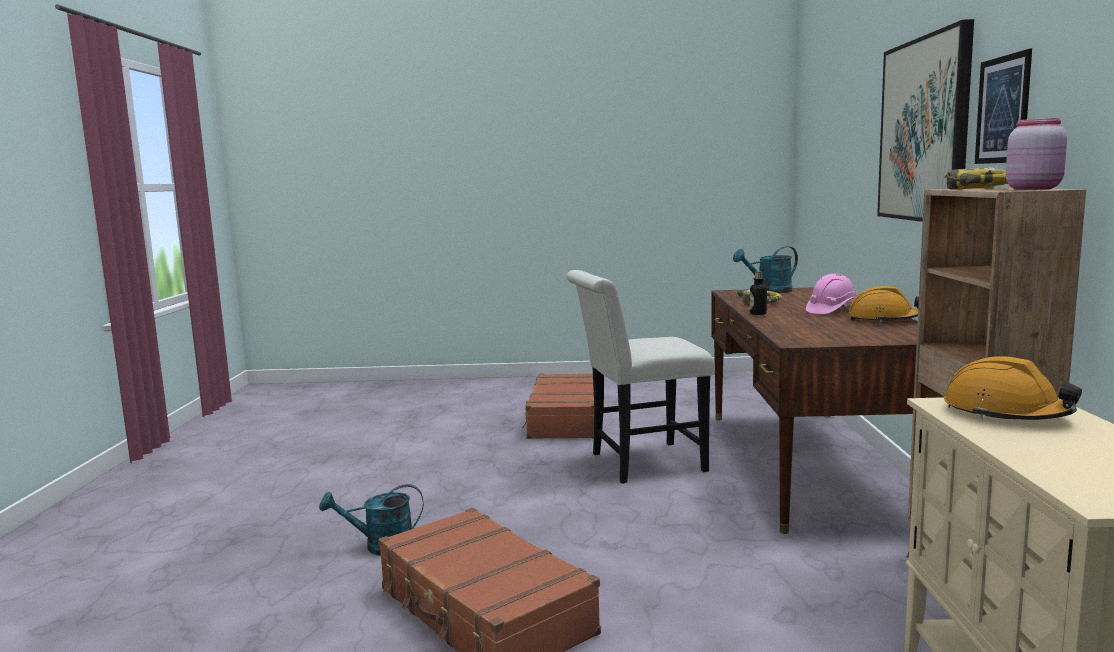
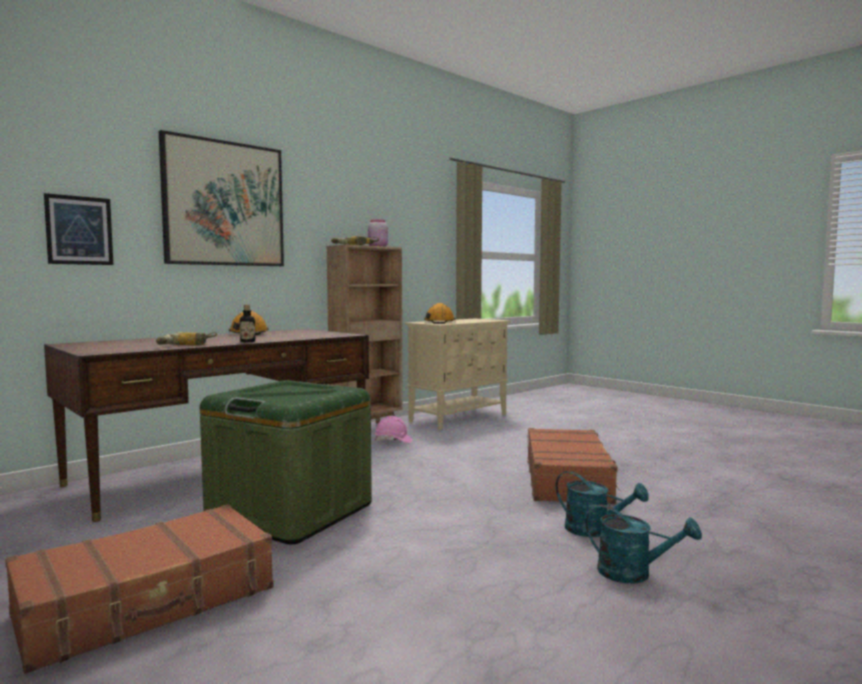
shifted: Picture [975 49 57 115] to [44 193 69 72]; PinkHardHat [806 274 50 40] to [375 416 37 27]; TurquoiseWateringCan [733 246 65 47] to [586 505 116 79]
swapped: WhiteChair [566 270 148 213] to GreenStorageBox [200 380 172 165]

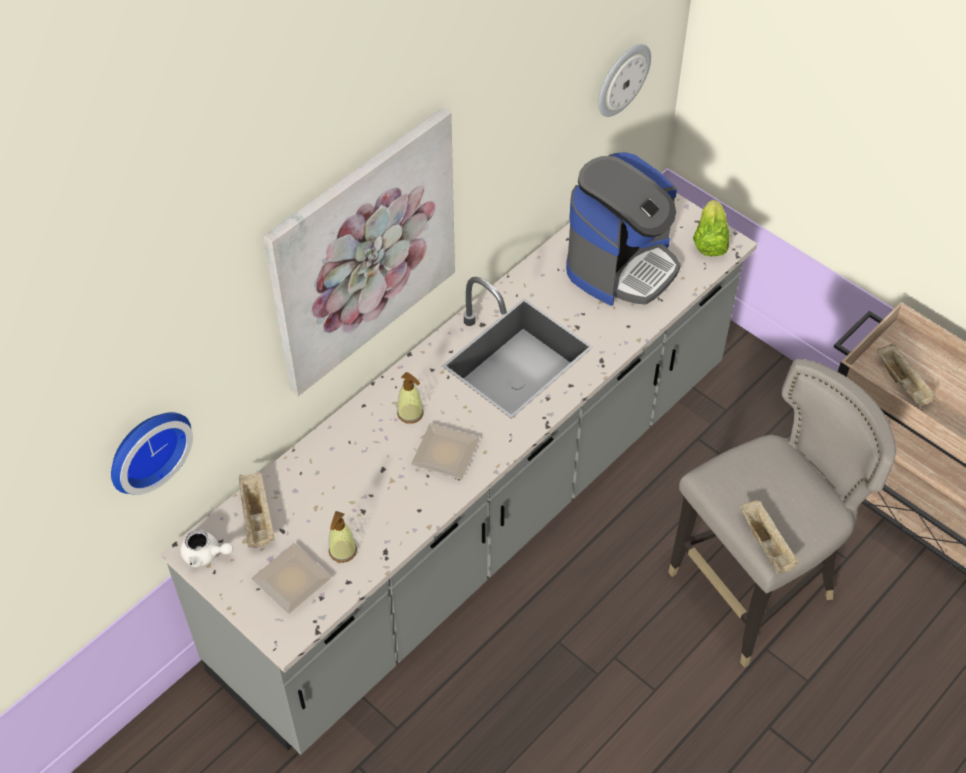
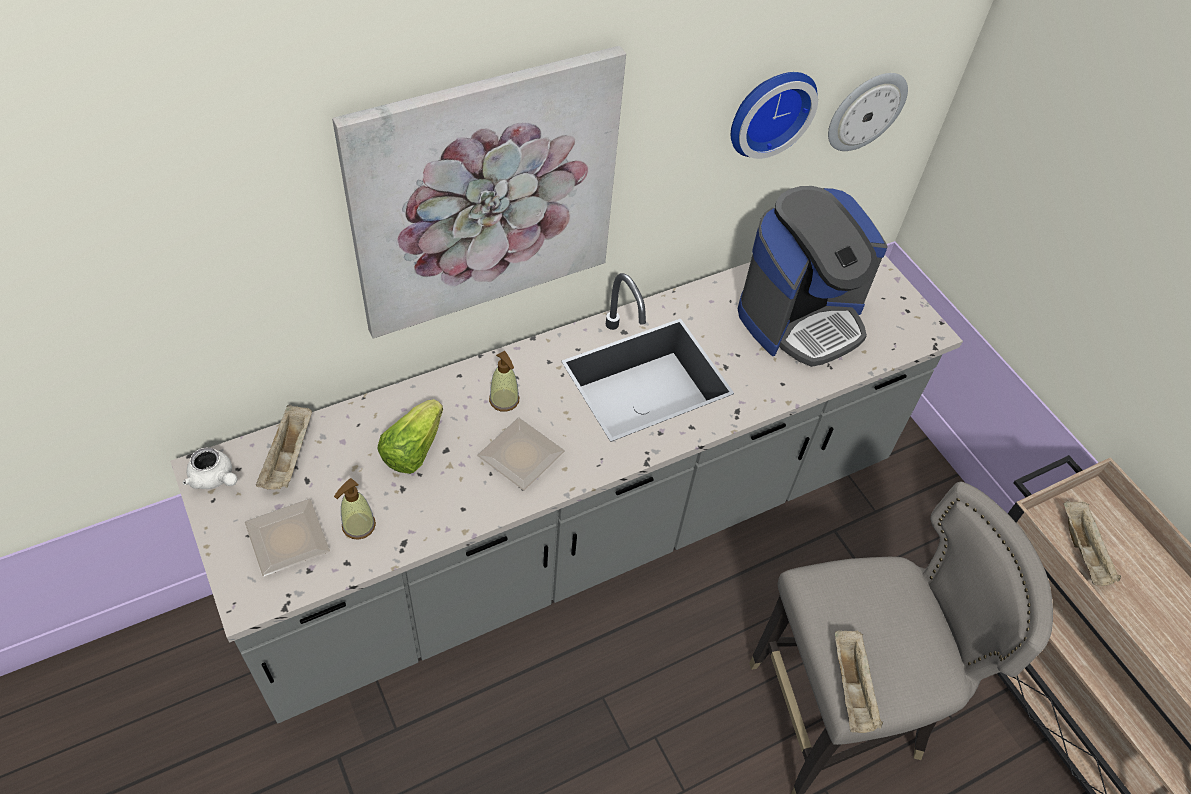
shifted: Lettuce [693 200 37 56] to [377 399 66 75]; WallClock [111 412 82 83] to [731 72 87 87]

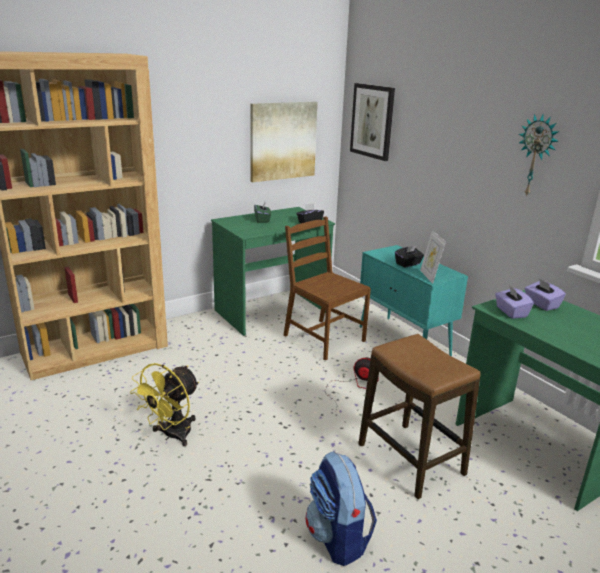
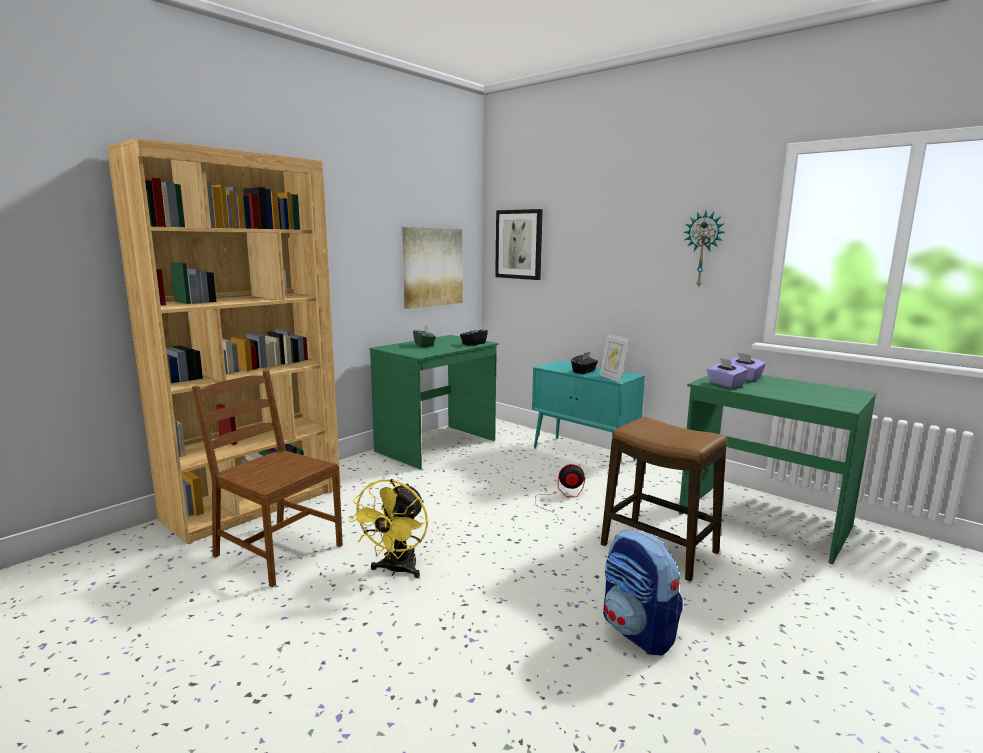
shifted: BrownChair [283 216 88 144] to [192 371 151 216]

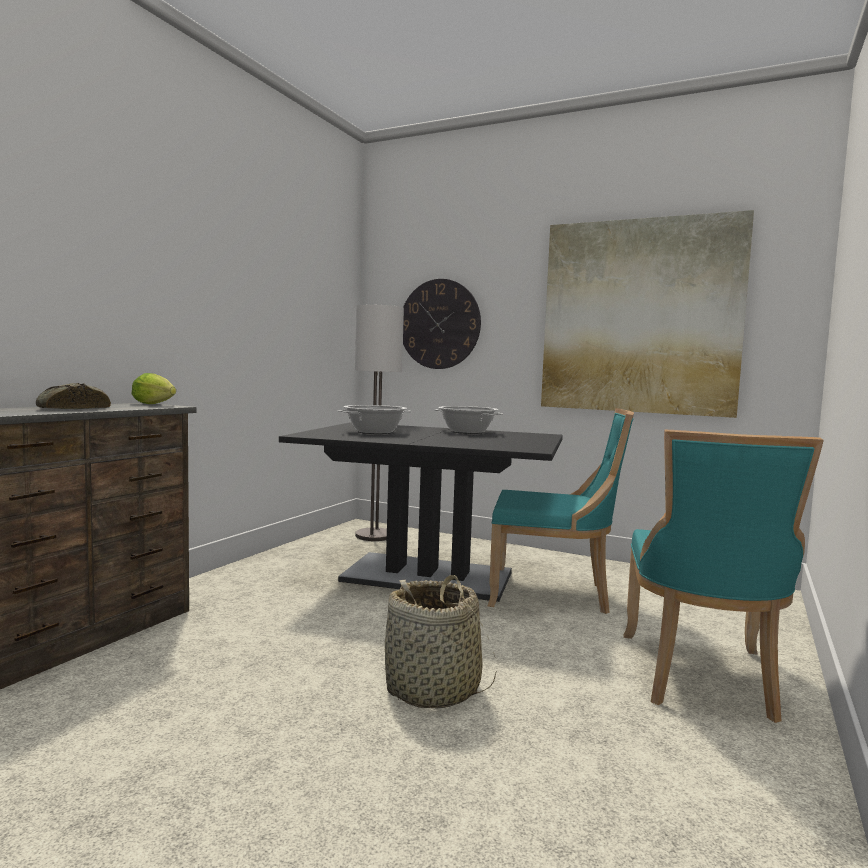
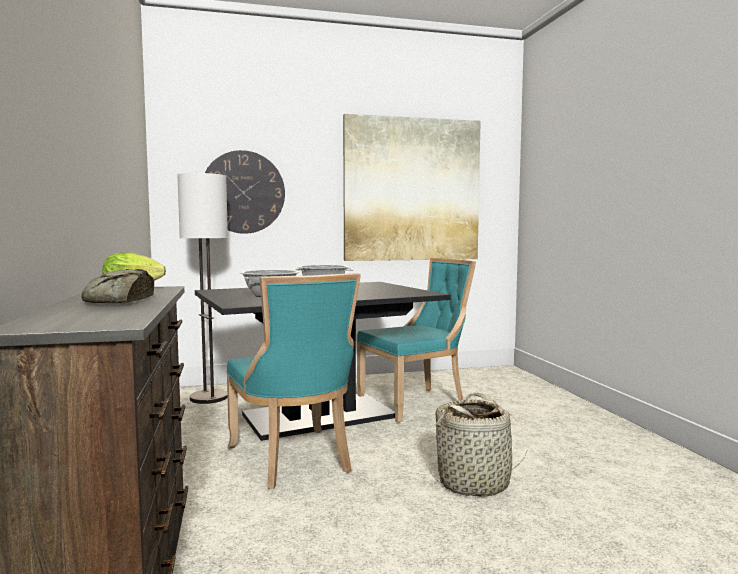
shifted: TurquoiseChair [623 430 201 293] to [227 273 134 216]

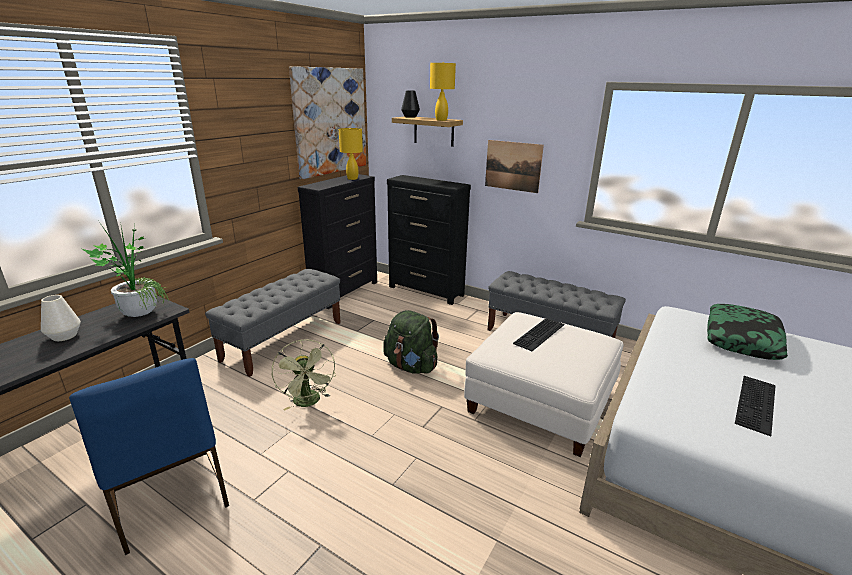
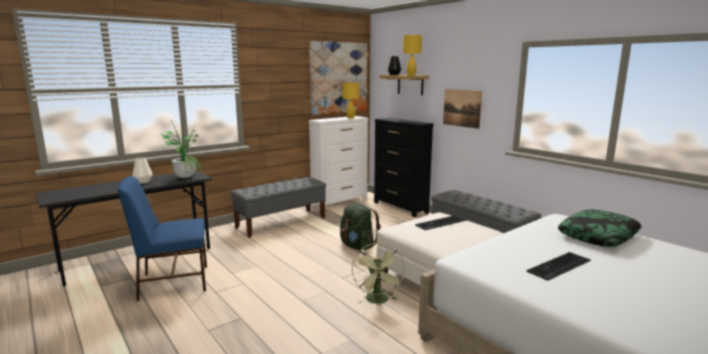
shifted: GreenFan [272 339 64 71] to [352 243 52 61]
repainted: BlackDresser [298 174 79 135] to WhiteDresser [309 116 59 93]
rotated: BlueChair [69 358 160 197] = [117 176 90 125] 90 degrees clockwise

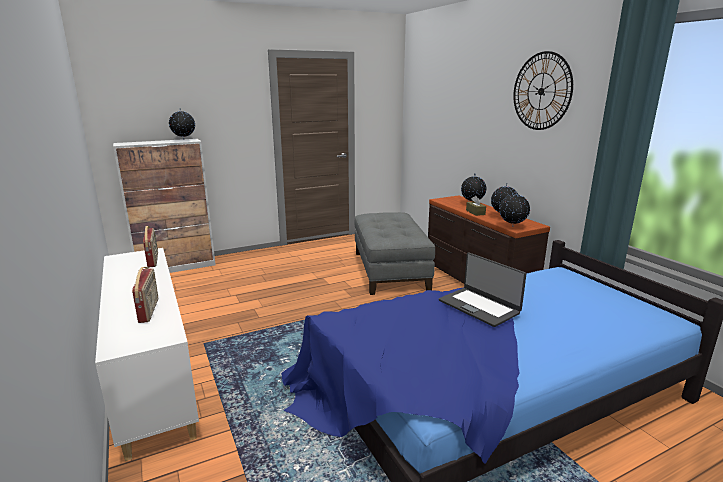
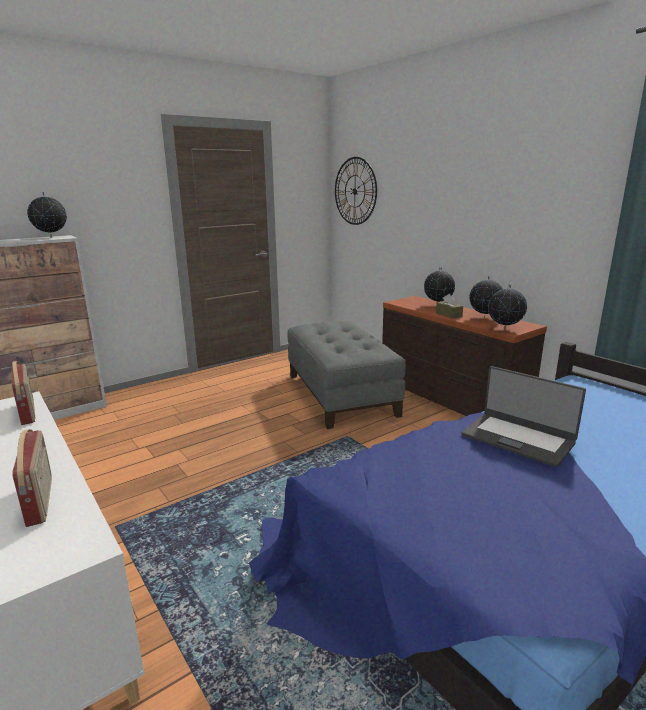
shifted: WallClock [513 51 60 79] to [335 157 42 68]

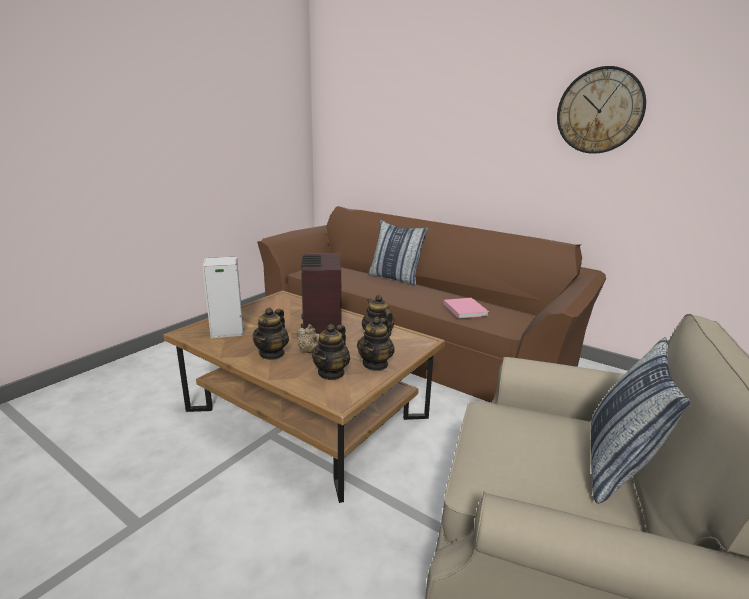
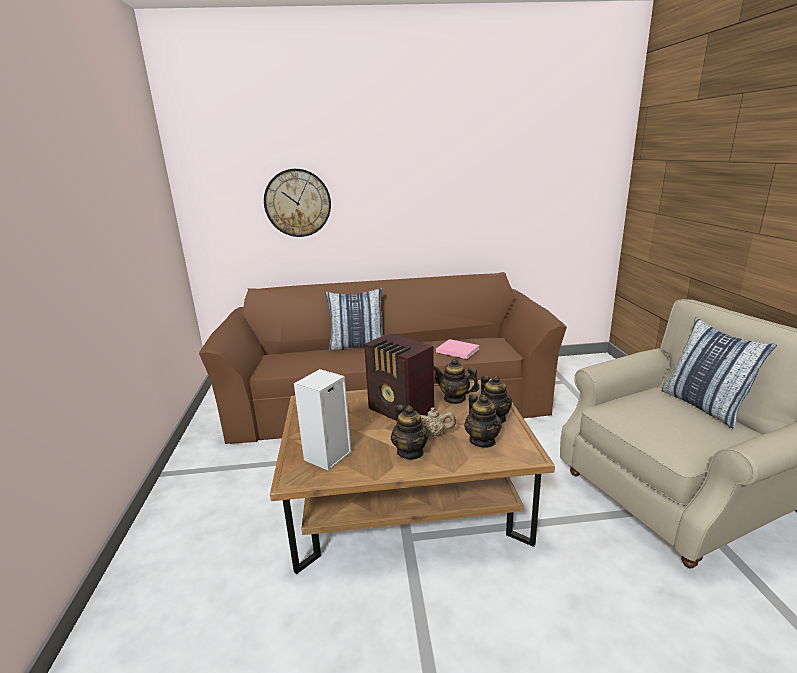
shifted: WallClock [557 66 89 88] to [264 169 67 68]

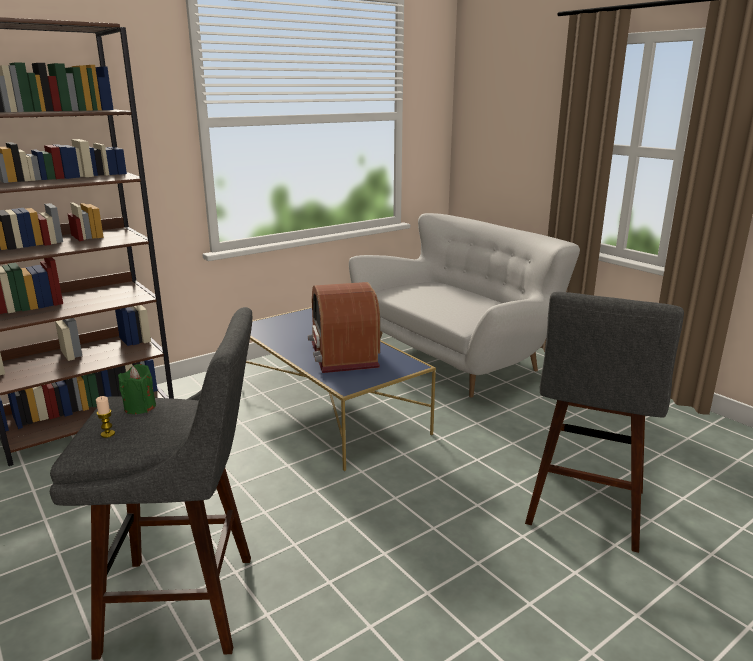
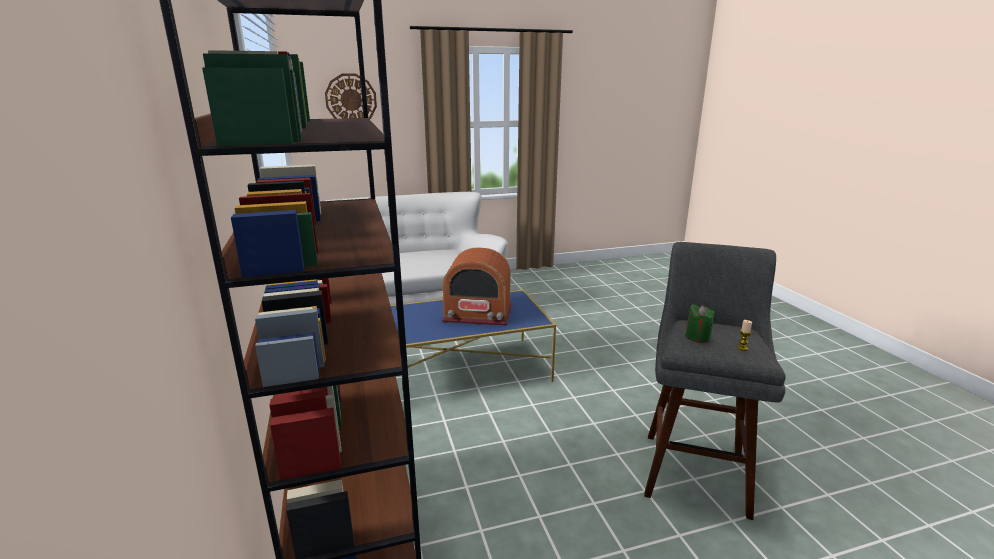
gone: GreyStool [525 292 159 261]
new: WallClock [325 74 52 45]

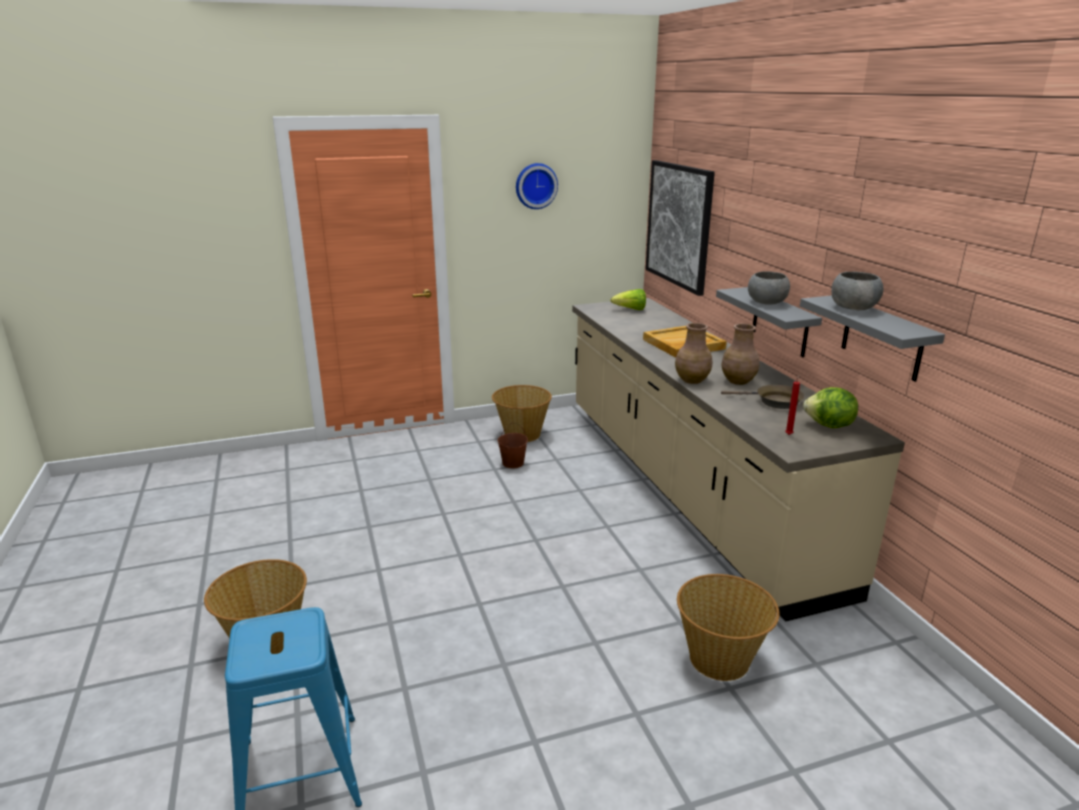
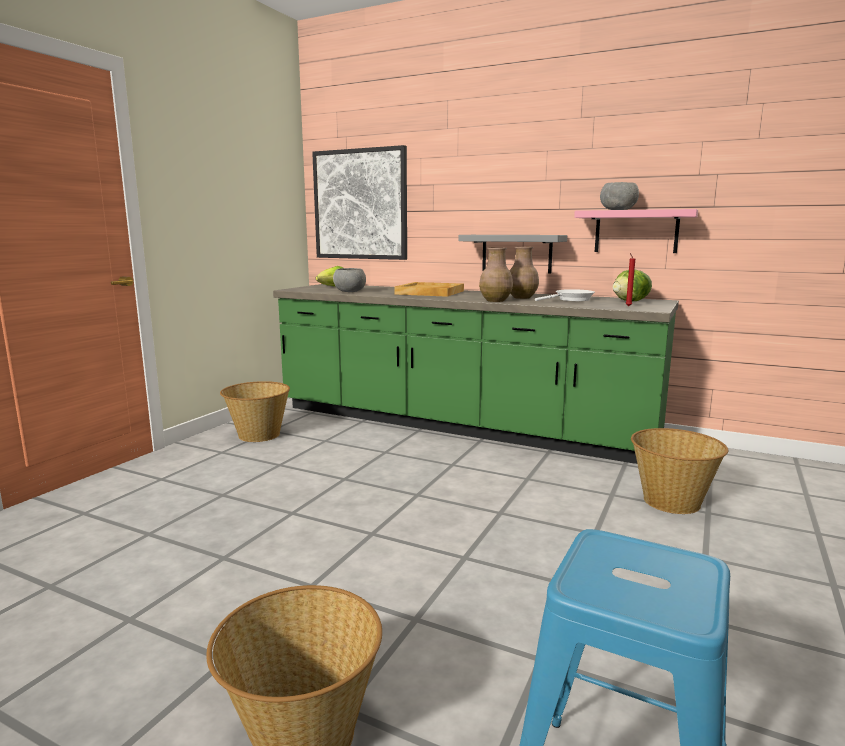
gone: BrownBucket [498 423 30 45]; WallClock [516 163 42 46]
shifted: GreyBowl [748 271 42 34] to [333 268 33 24]
repainted: BeigeCounter [572 298 333 324] to GreenCounter [273 284 406 180]; BrownFryingPan [721 385 84 24] to WhiteFryingPan [535 289 60 12]; GreyShelf [800 295 145 87] to PinkShelf [574 209 124 44]

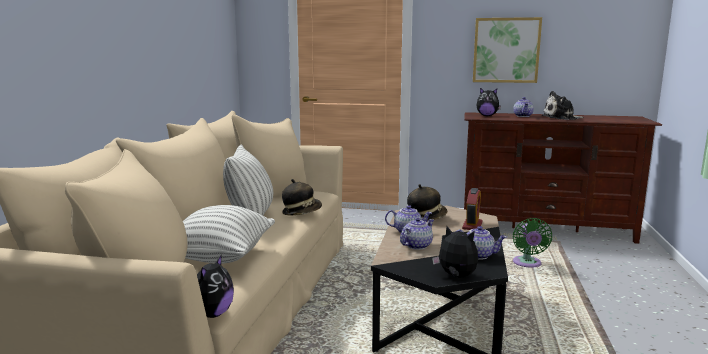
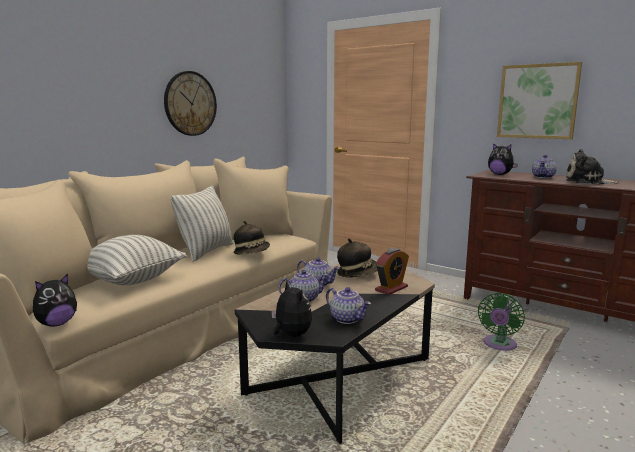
new: WallClock [164 71 53 65]

